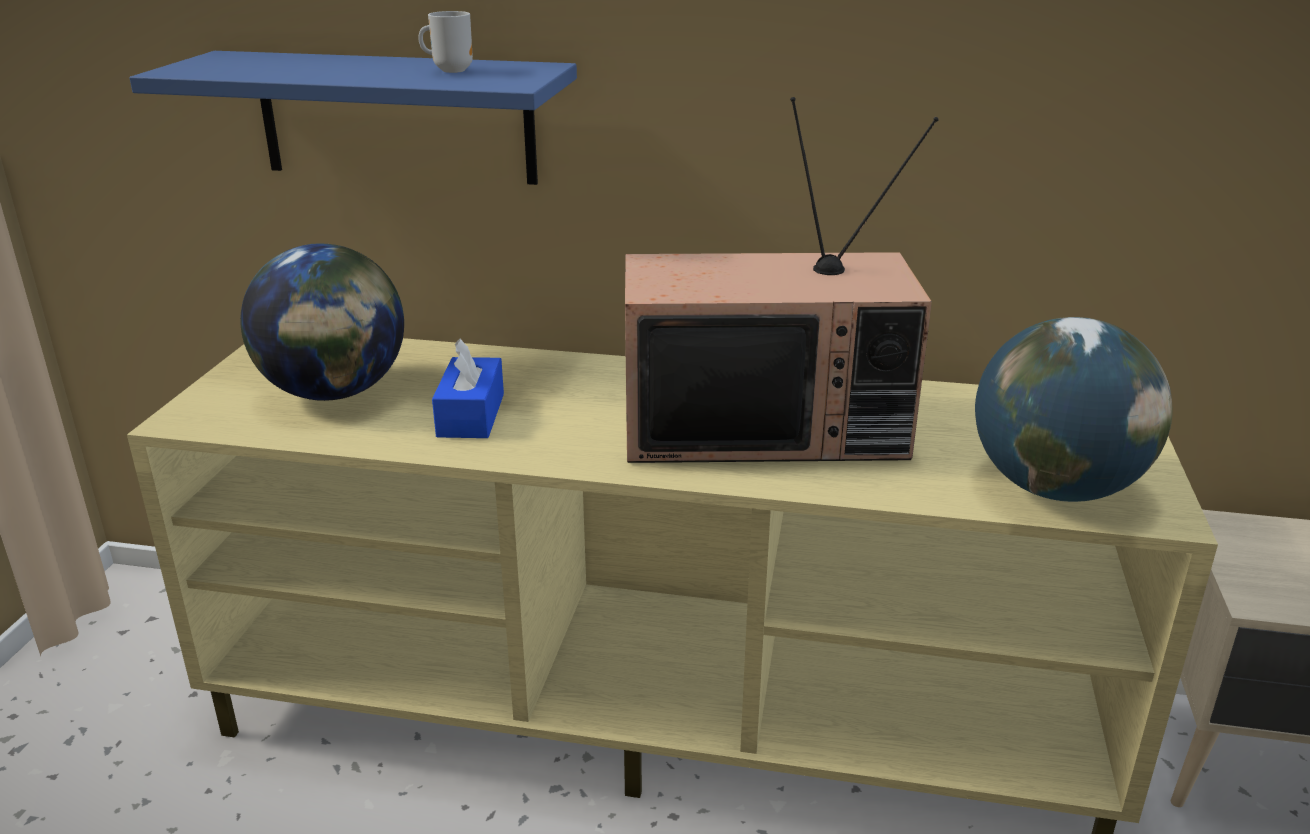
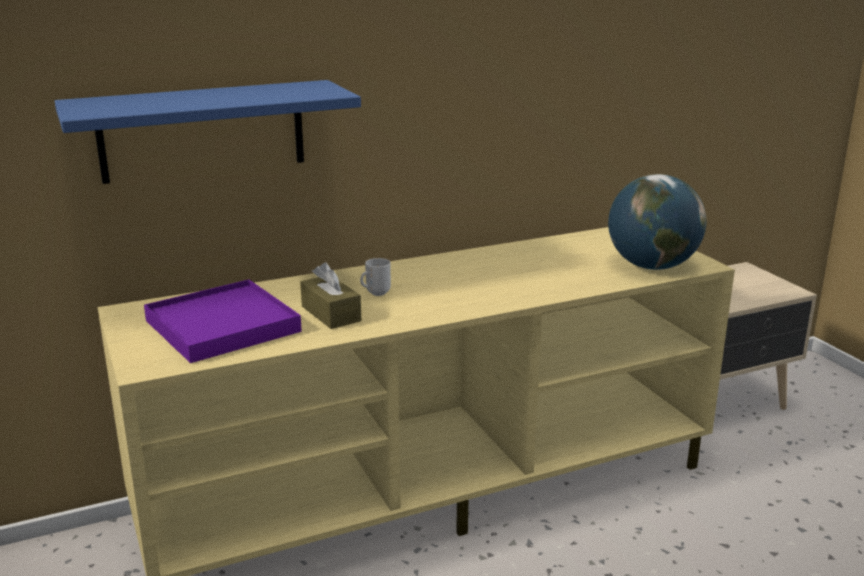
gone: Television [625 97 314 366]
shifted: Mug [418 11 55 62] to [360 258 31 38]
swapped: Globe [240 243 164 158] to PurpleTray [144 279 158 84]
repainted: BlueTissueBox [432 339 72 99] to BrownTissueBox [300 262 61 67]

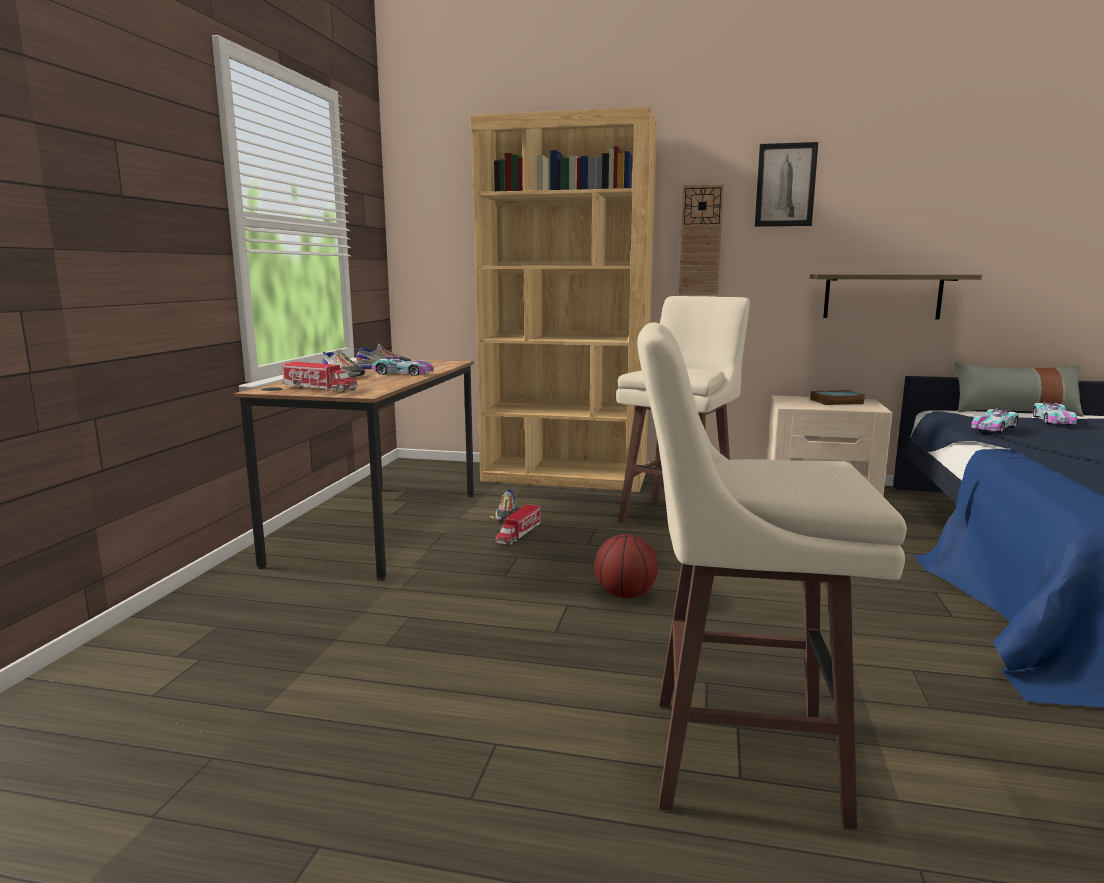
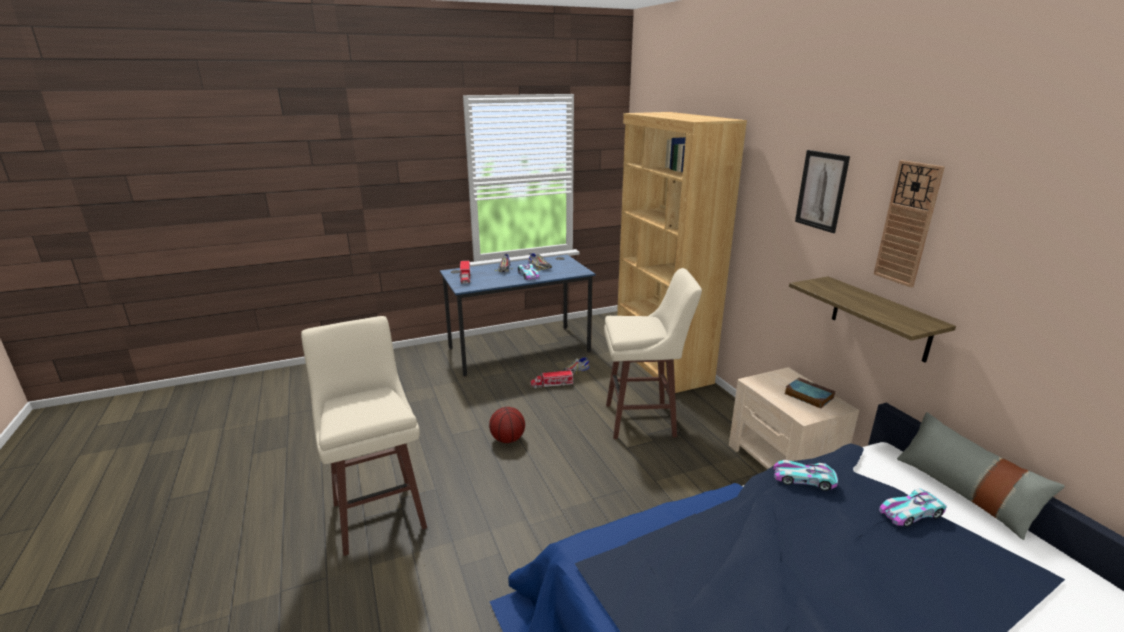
shifted: WallClock [679 184 45 111] to [874 160 71 128]
repainted: BrownDesk [234 360 240 220] to BlueDesk [440 255 155 122]

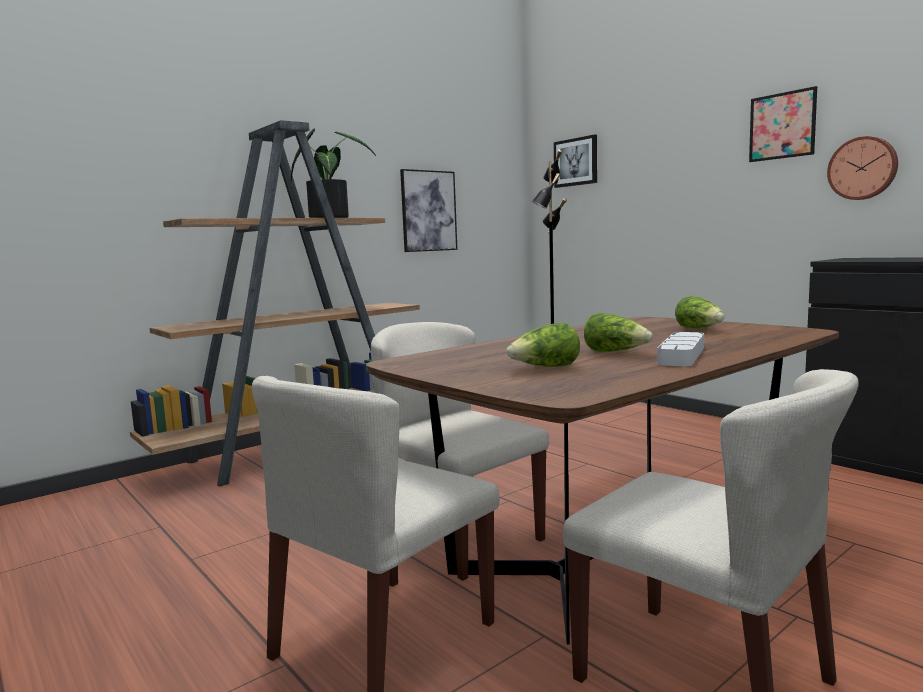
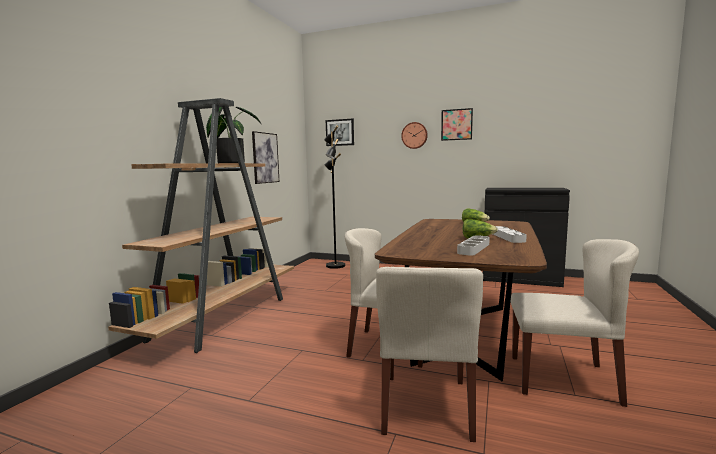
shifted: WallClock [827 136 71 64] to [401 122 27 27]
swapped: Lettuce [506 323 74 44] to GreyTray [457 235 33 21]

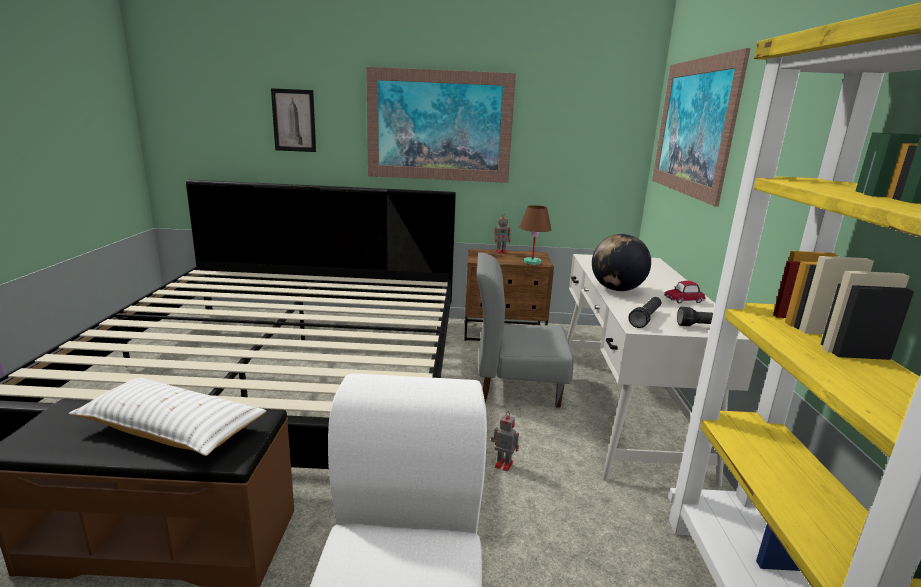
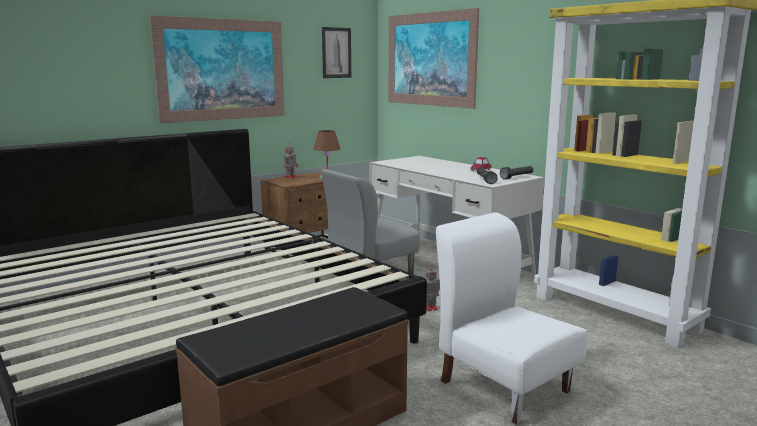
gone: WhitePillow [68 378 198 78]; Globe [592 234 59 57]
shifted: Picture [271 88 45 64] to [322 27 29 51]

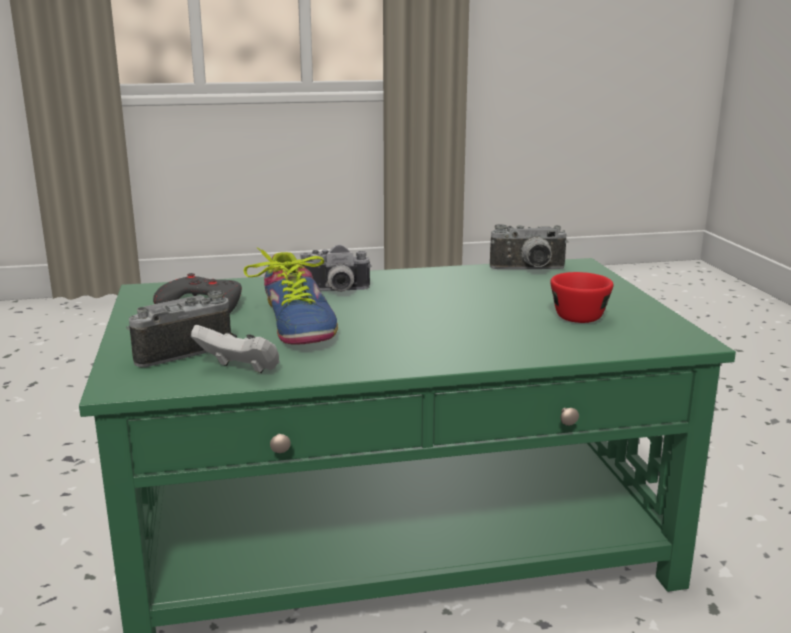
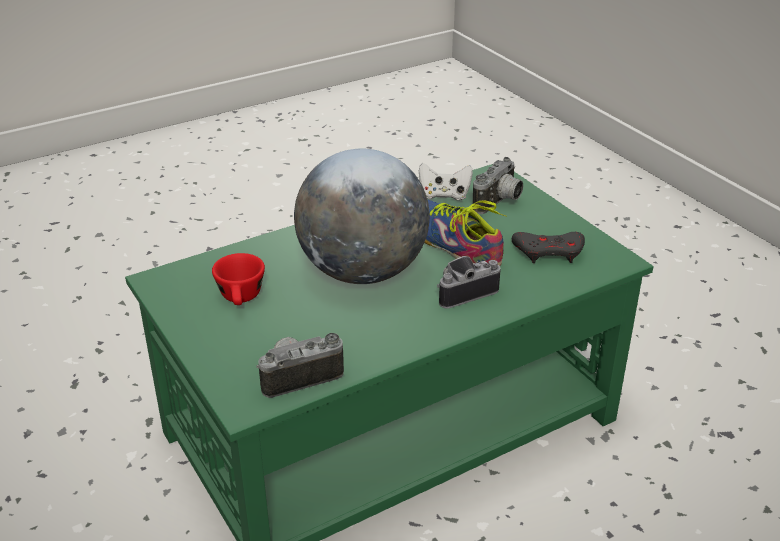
new: Globe [294 149 136 135]

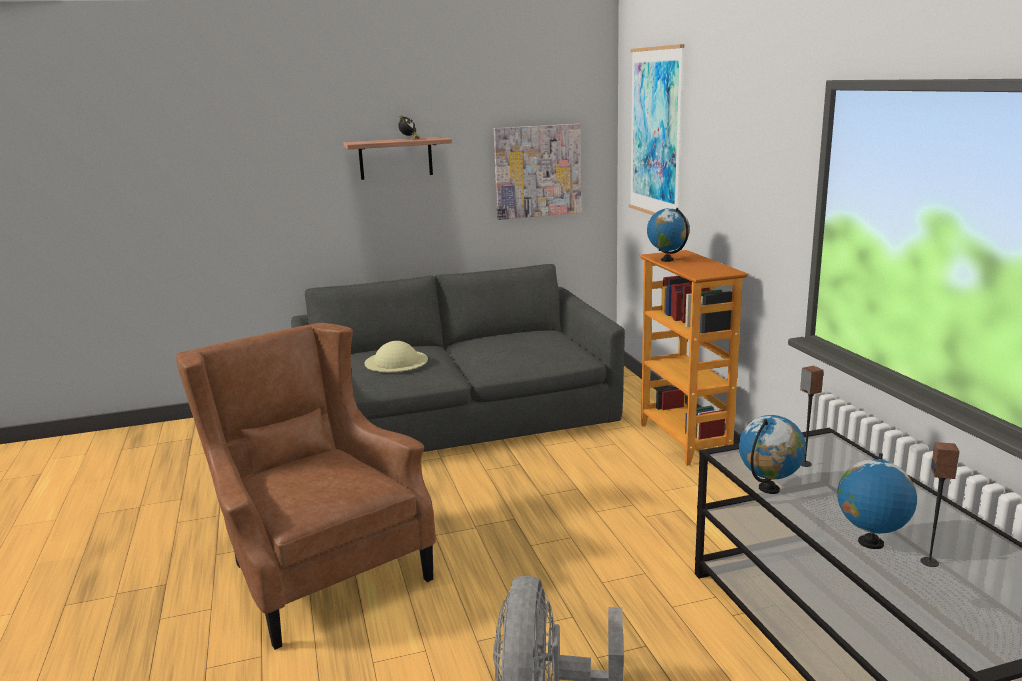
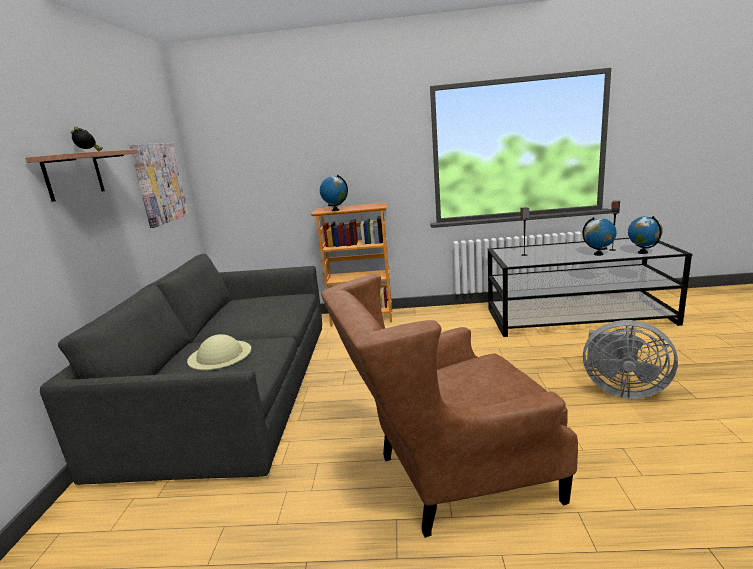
gone: Picture [629 44 55 171]
shifted: Globe [739 415 67 79] to [628 216 35 38]

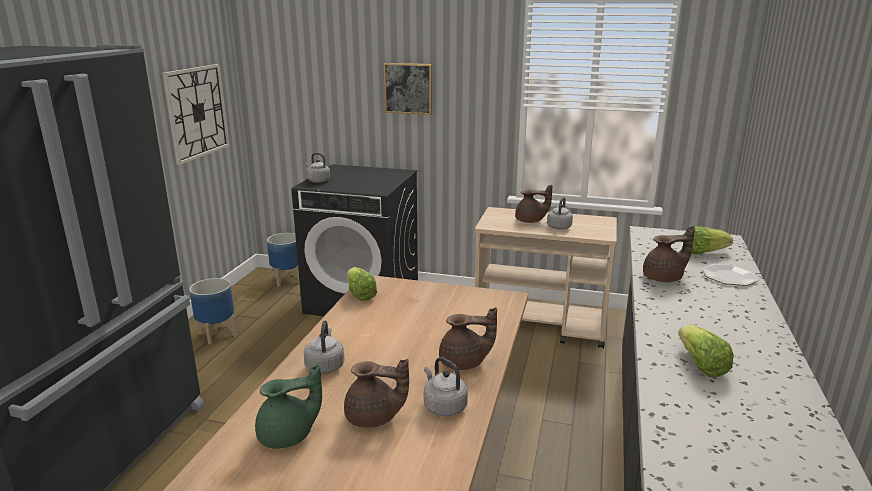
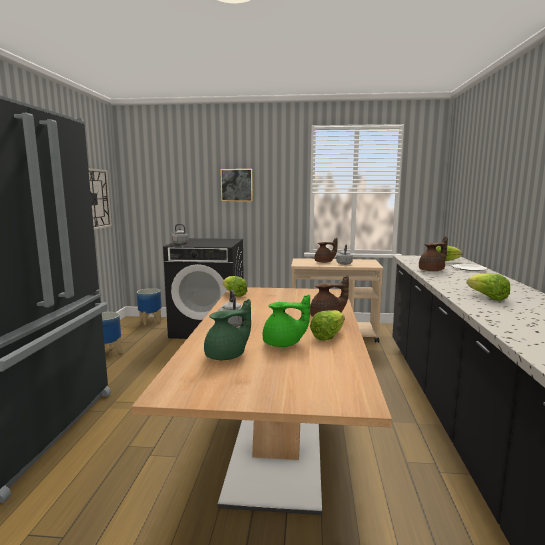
swapped: GreyKettle [424 357 44 59] to Lettuce [310 310 35 31]
repainted: BrownTeapot [344 359 65 69] to GreenTeapot [263 294 47 53]

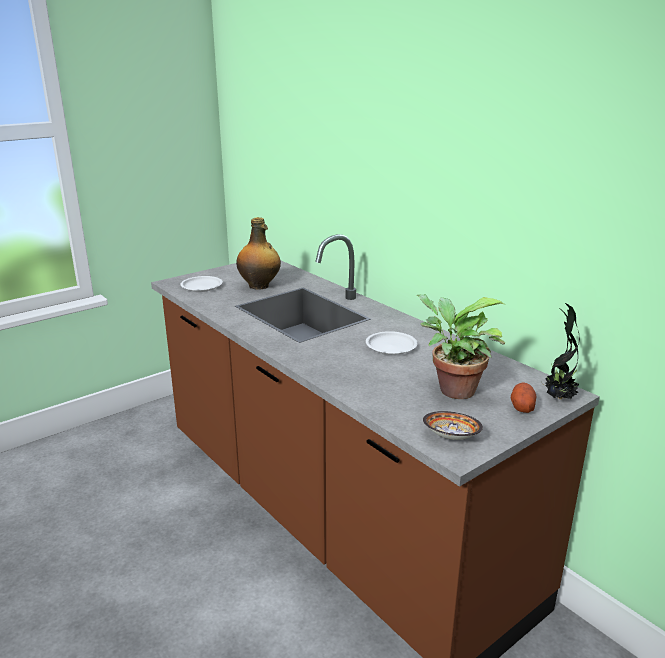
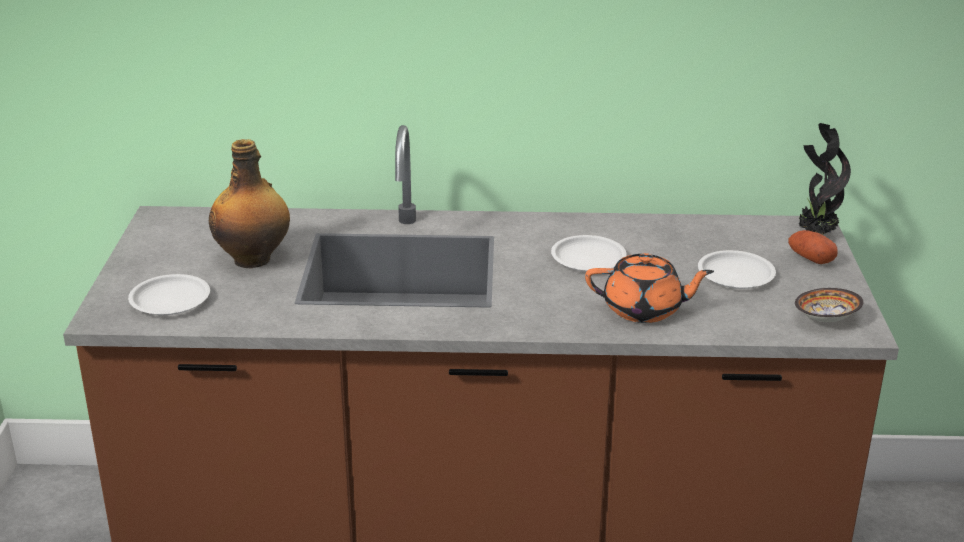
new: OrangeTeapot [585 253 129 70]
swapped: PottedPlant [417 294 88 105] to WhitePlate [698 250 78 39]

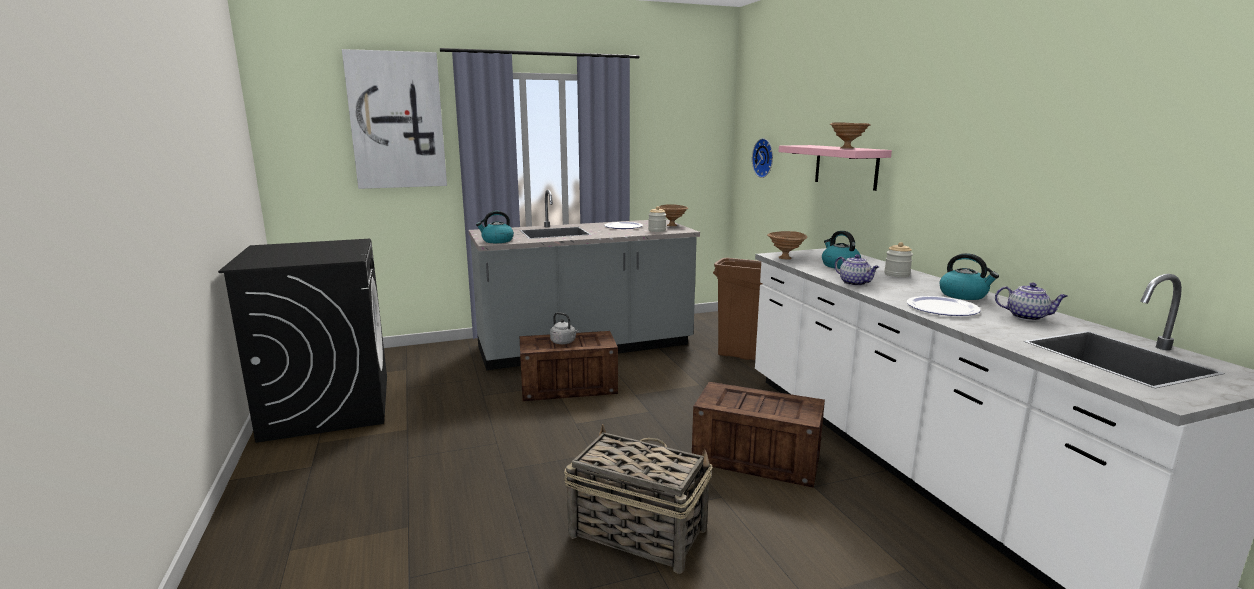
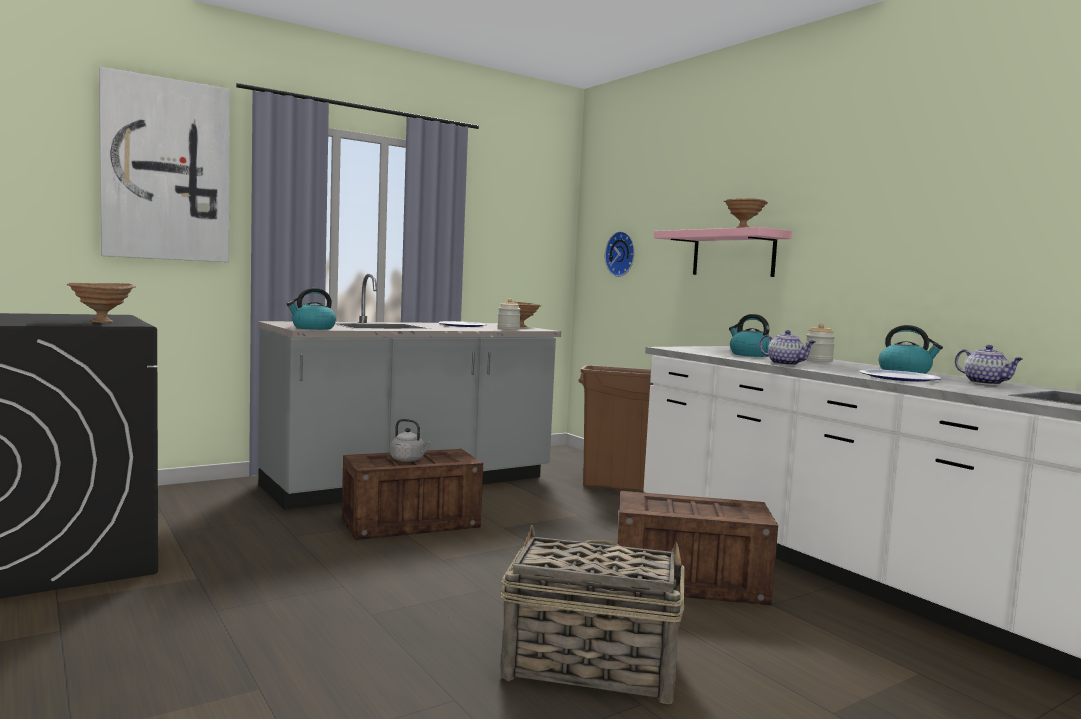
shifted: BrownBowl [767 231 40 29] to [67 283 69 40]
rotated: Teapot [995 282 73 39] = [955 345 68 40] 45 degrees clockwise

